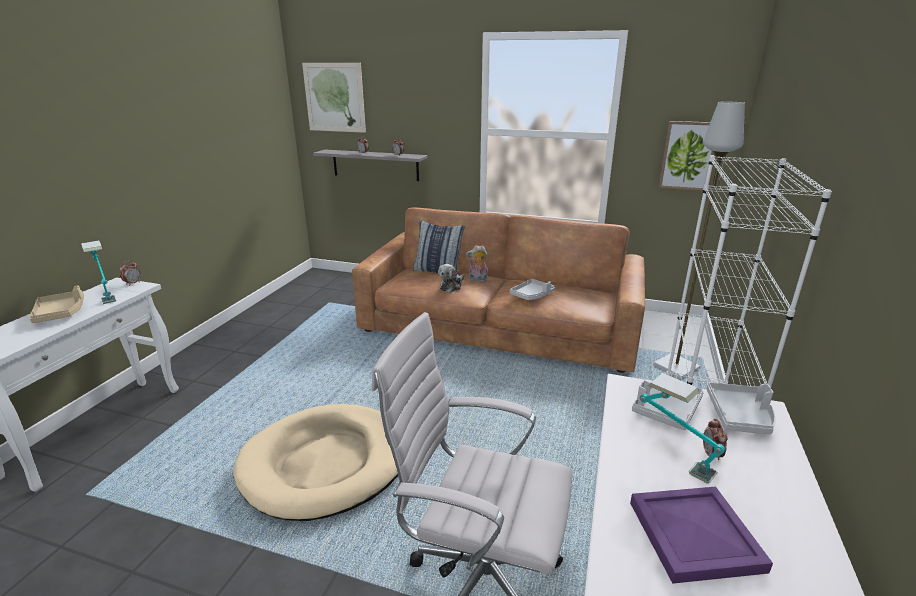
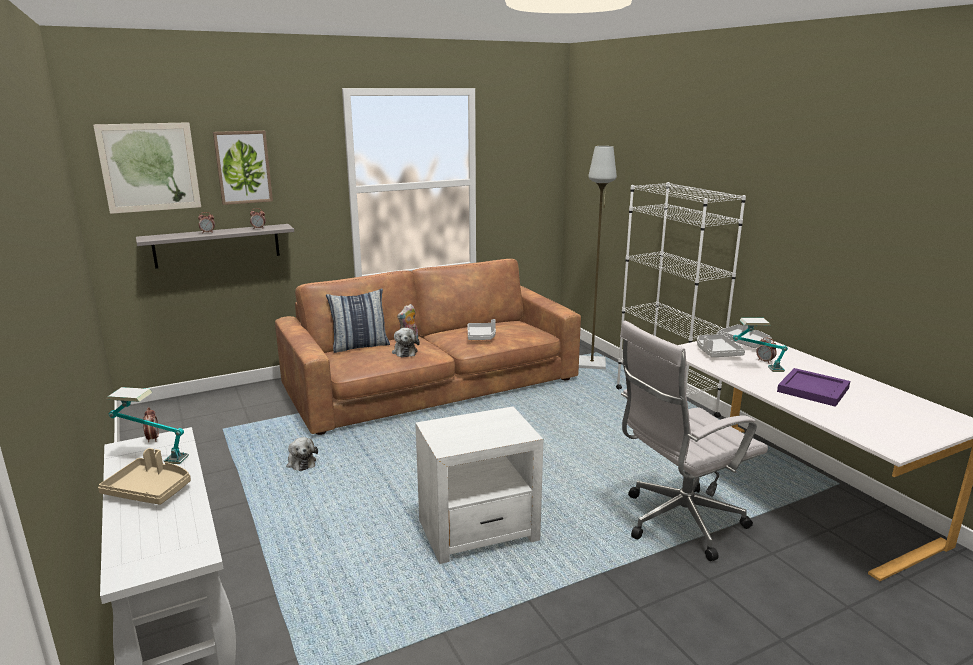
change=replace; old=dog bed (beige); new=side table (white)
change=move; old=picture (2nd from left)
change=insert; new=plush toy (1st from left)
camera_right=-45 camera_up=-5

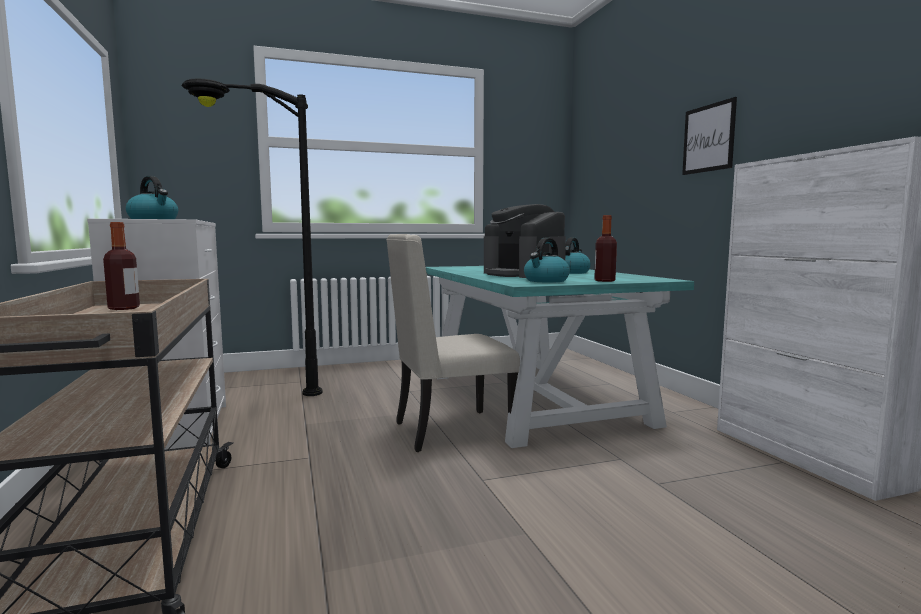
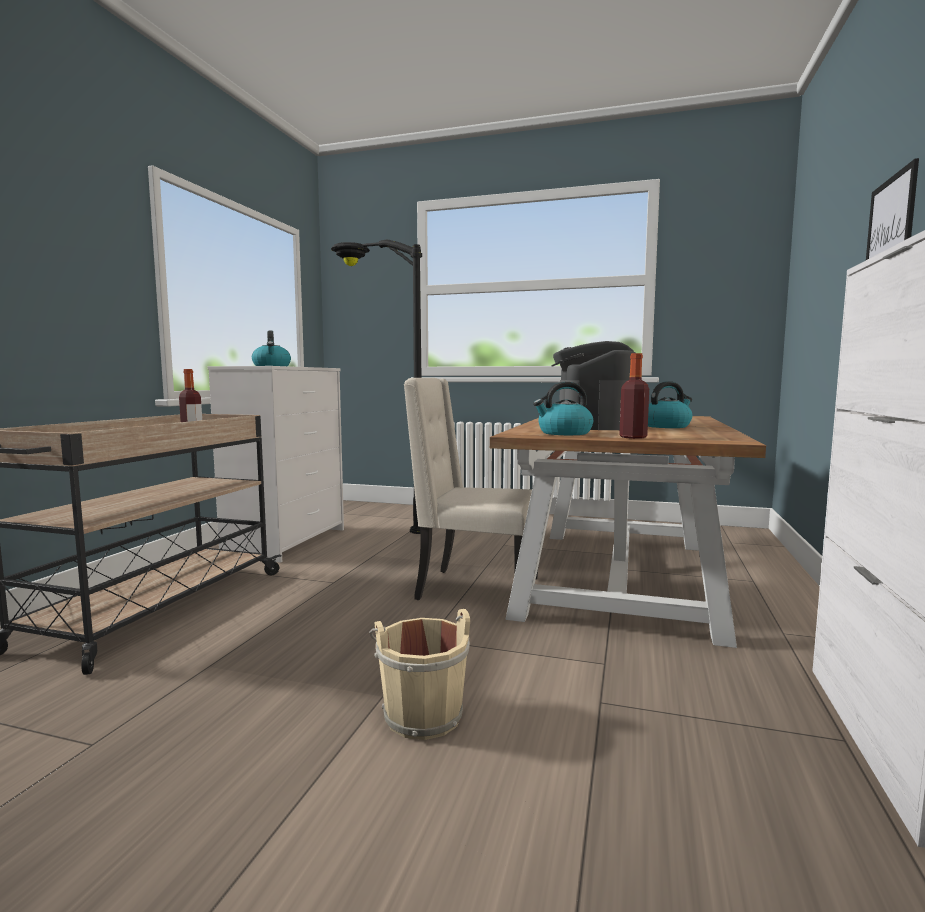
change=recolor; old=dining table (turquoise); new=dining table (brown)
change=insert; new=bucket (beige)
camera_right=35 camera_up=0

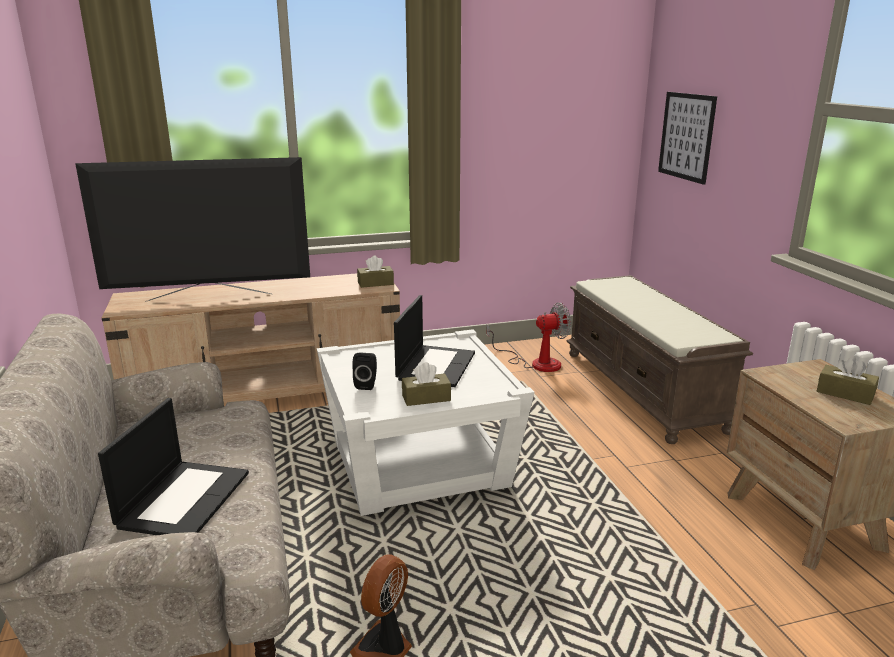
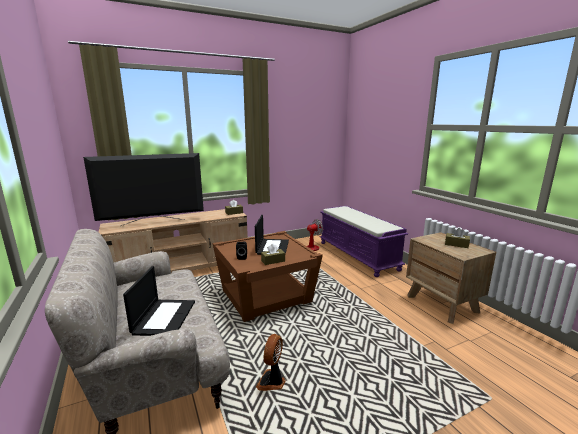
change=recolor; old=side table (white); new=side table (brown)
change=recolor; old=bench (brown); new=bench (purple)
change=delete; old=picture
camera_right=-10 camera_up=-5

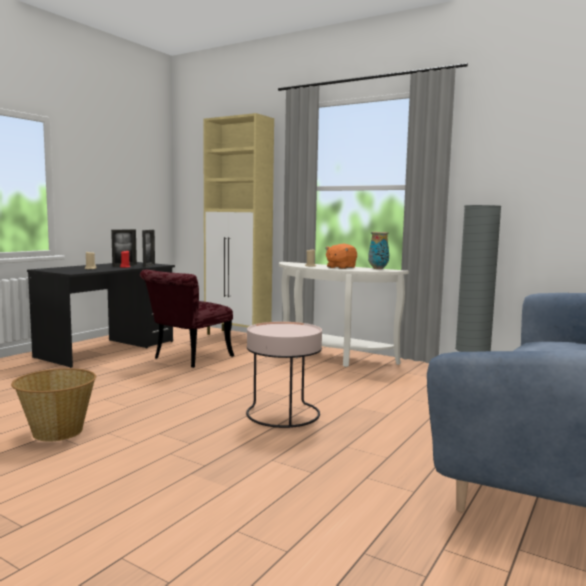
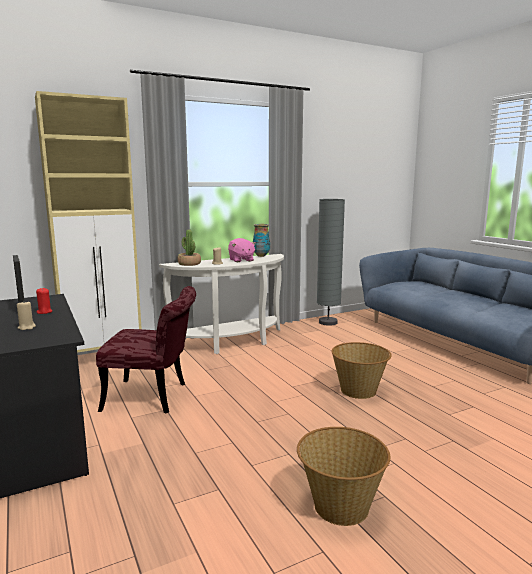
change=rotate; old=chair (red); degrees=-60
change=delete; old=picture frame (2nd from left)
change=replace; old=side table (pink); new=basket (2nd from left)
change=recolor; old=plush toy (orange); new=plush toy (pink)
change=insert; new=potted plant
camera_right=-60 camera_up=5

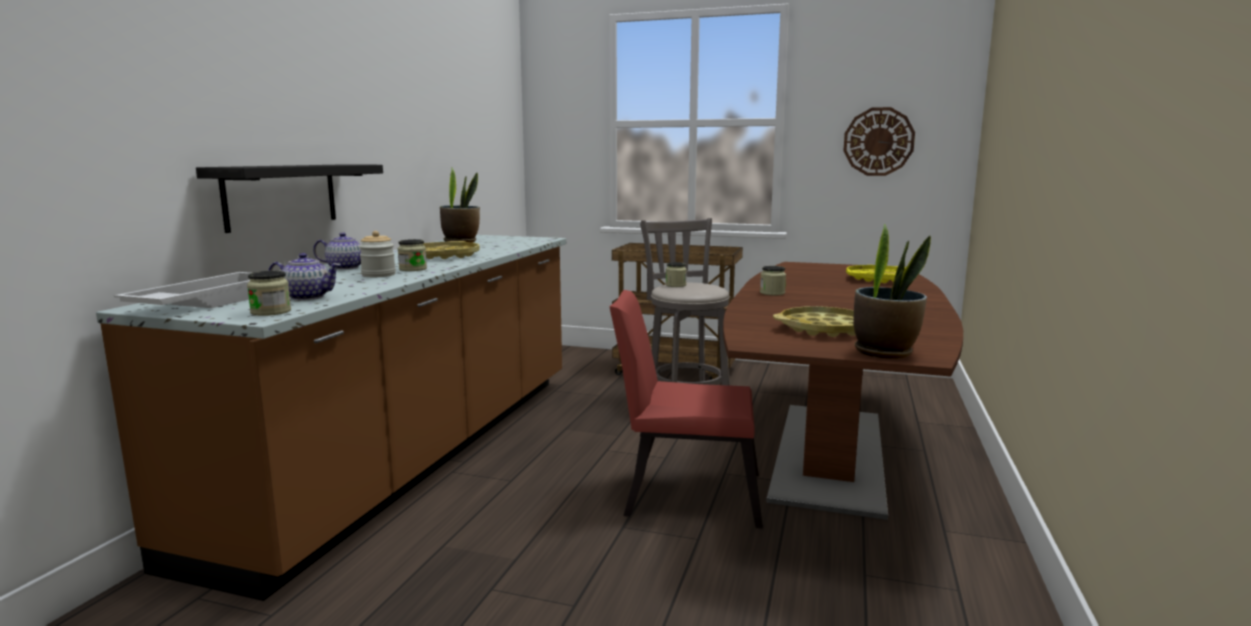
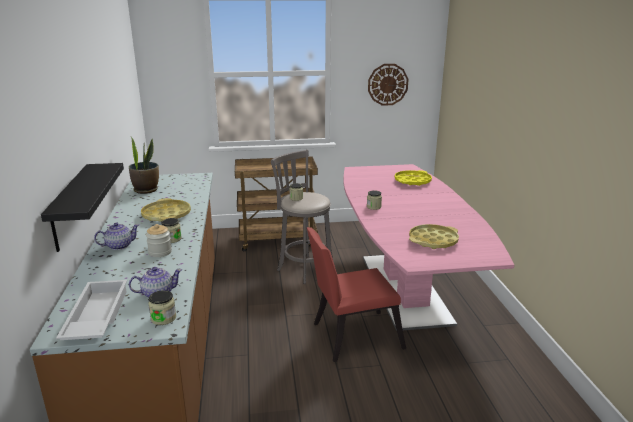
change=recolor; old=dining table (brown); new=dining table (pink)
change=delete; old=potted plant (2nd from left)
camera_right=-25 camera_up=10

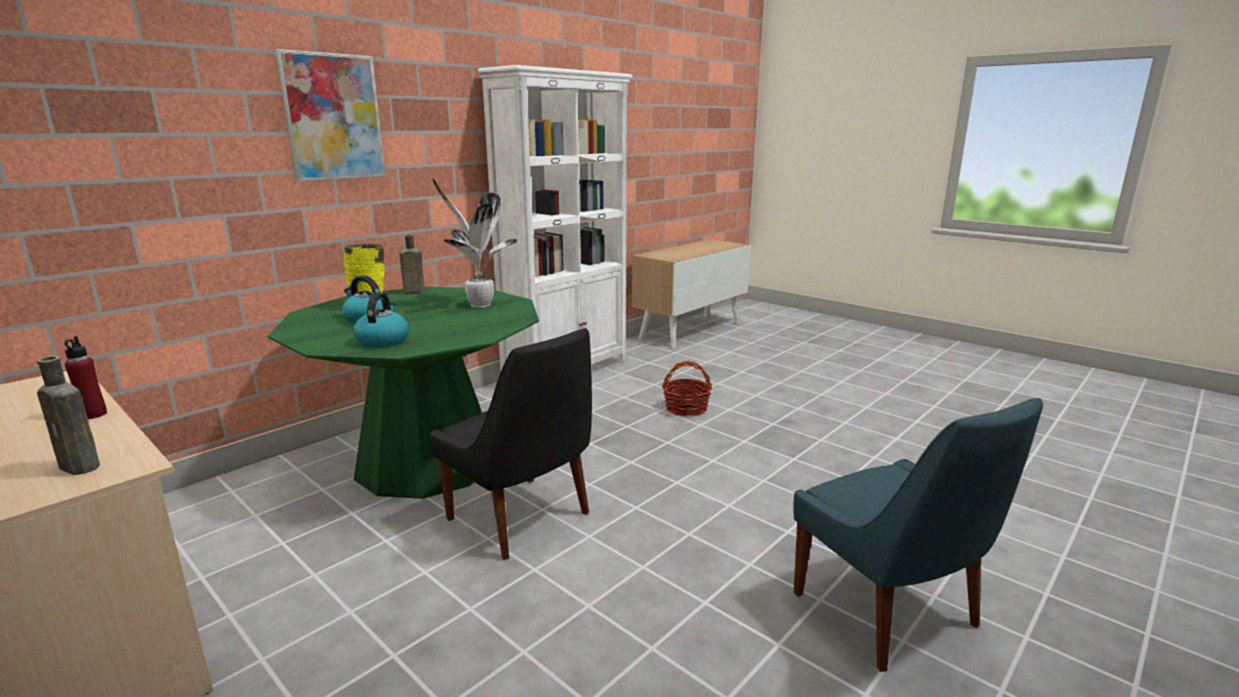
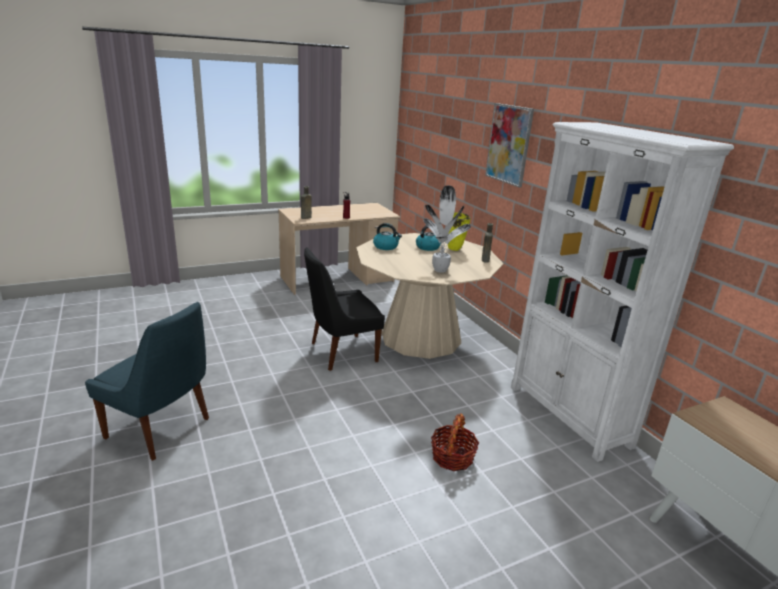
change=recolor; old=dining table (green); new=dining table (beige)
change=rotate; old=chair (blue); degrees=-150
camera_right=110 camera_up=5

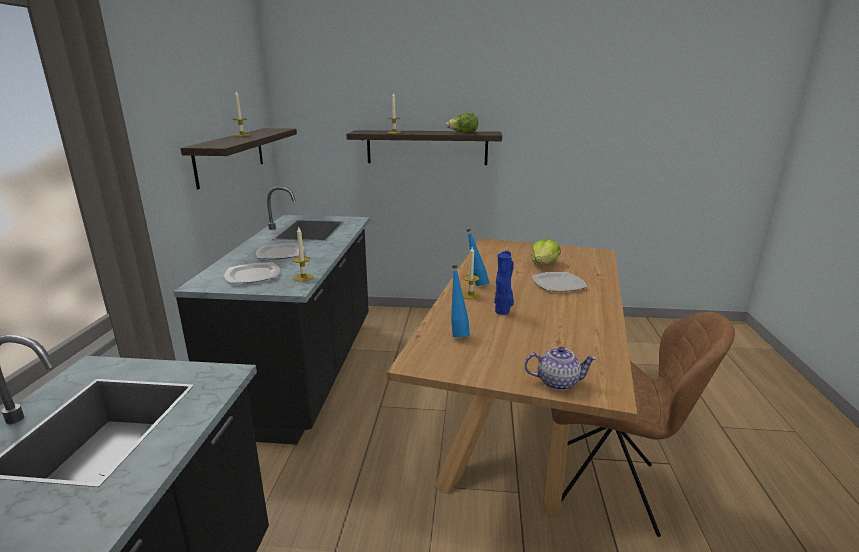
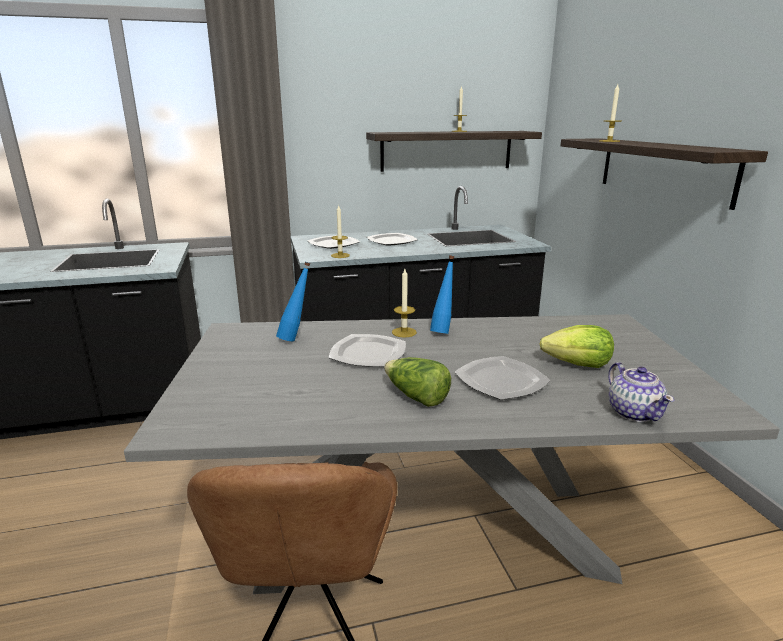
change=recolor; old=dining table (brown); new=dining table (grey)
change=move; old=lettuce (1st from left)
change=replace; old=vase (blue); new=plate (2nd from left)
change=move; old=teapot
camera_right=70 camera_up=0

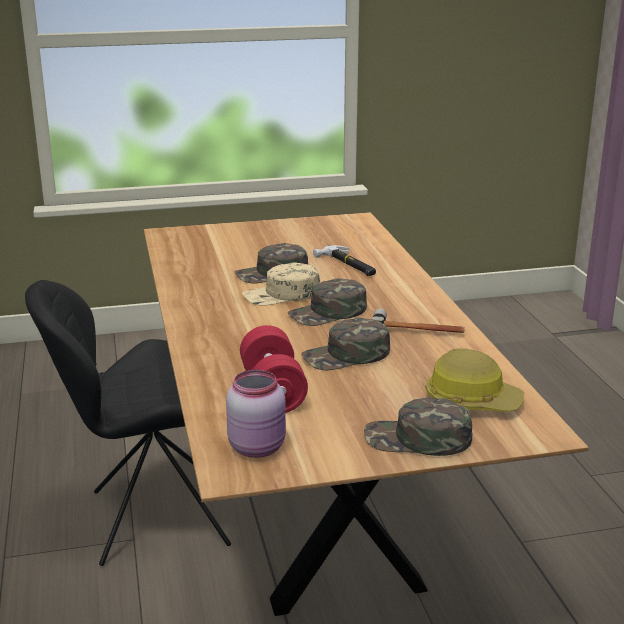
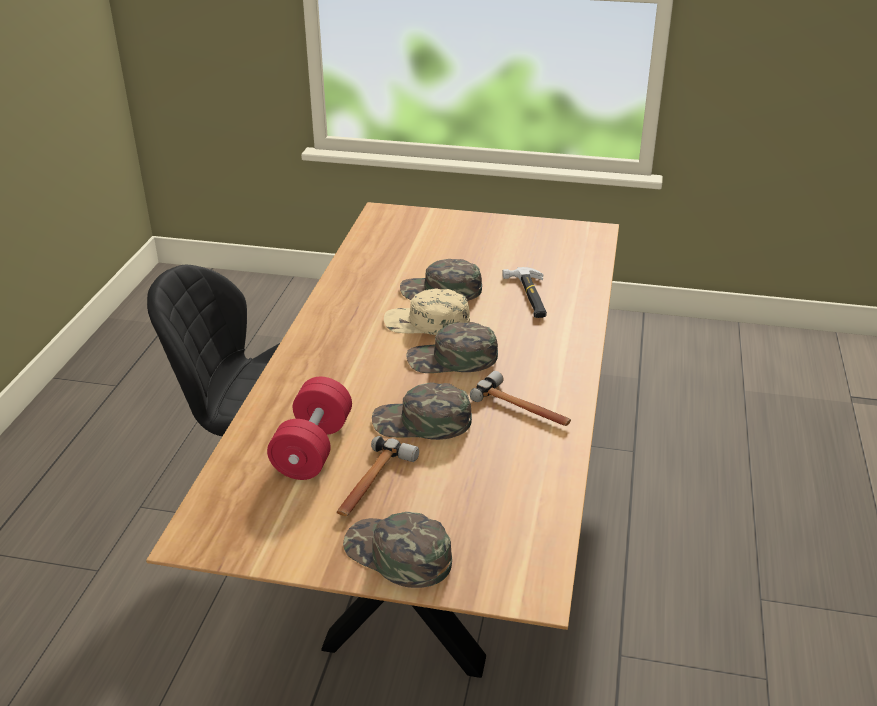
change=delete; old=jar (pink)
change=delete; old=hard hat
change=insert; new=hammer (1st from left)
camera_right=25 camera_up=10

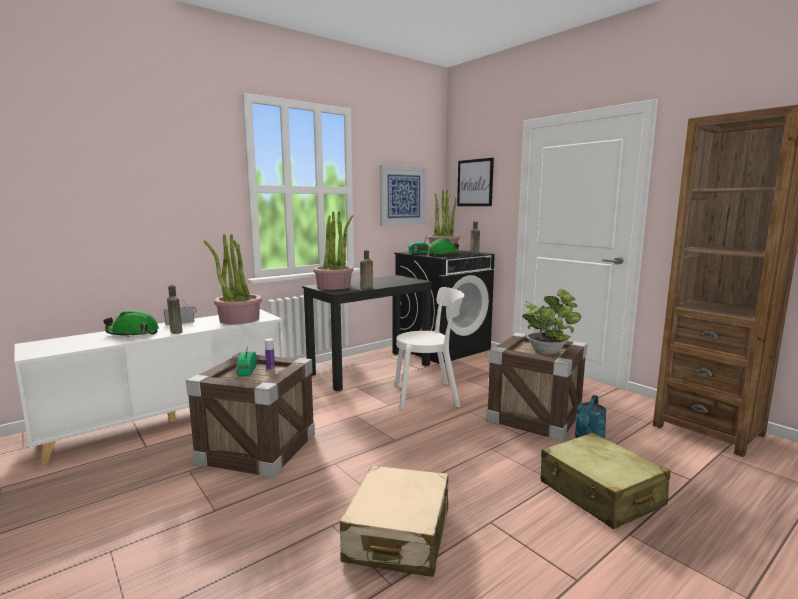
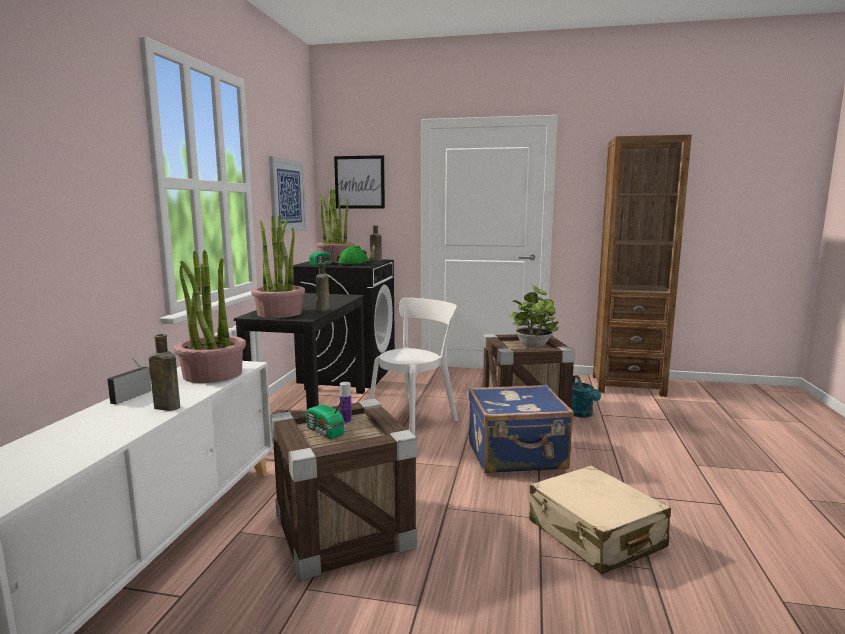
change=delete; old=hard hat (green) (1st from left)
change=delete; old=suitcase (beige) (2nd from left)
change=insert; new=suitcase (blue)
camera_right=-40 camera_up=0

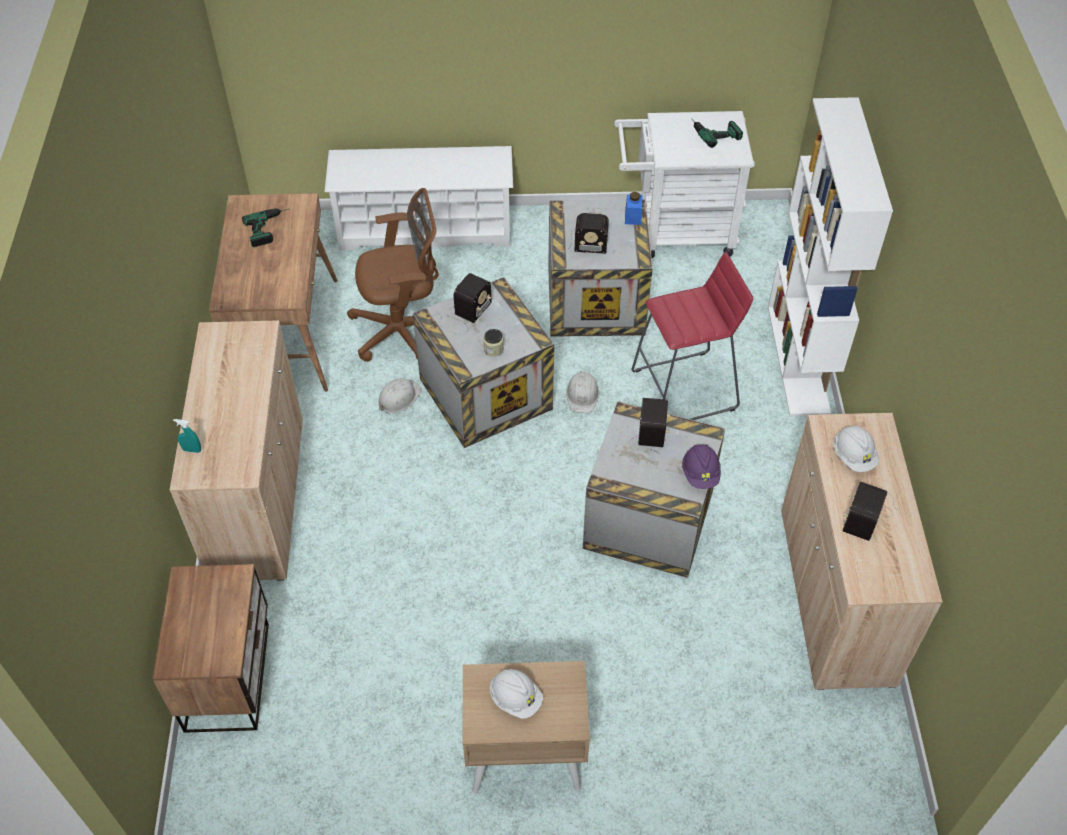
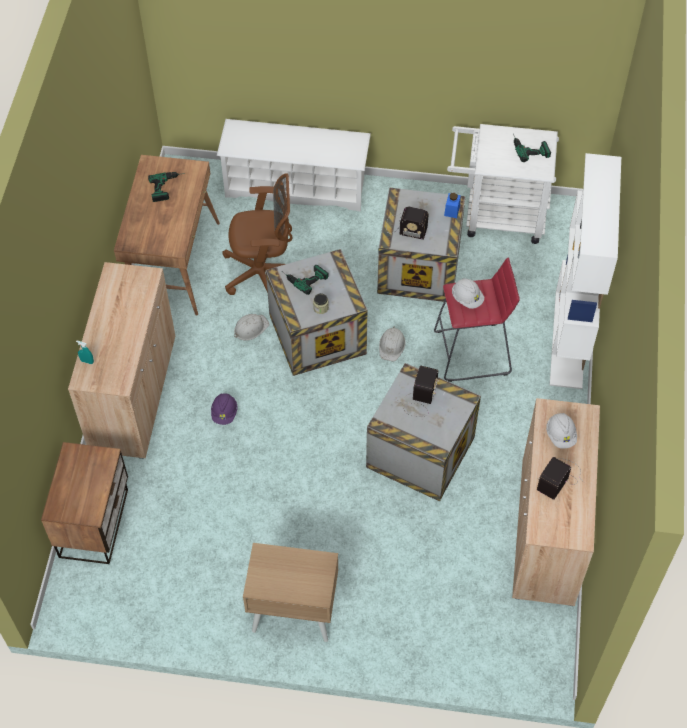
change=replace; old=radio (1st from left); new=power drill (2nd from left)
change=move; old=hard hat (white) (2nd from left in the first image); new=hard hat (white) (3rd from left)
change=move; old=hard hat (purple)
camera_right=10 camera_up=5

